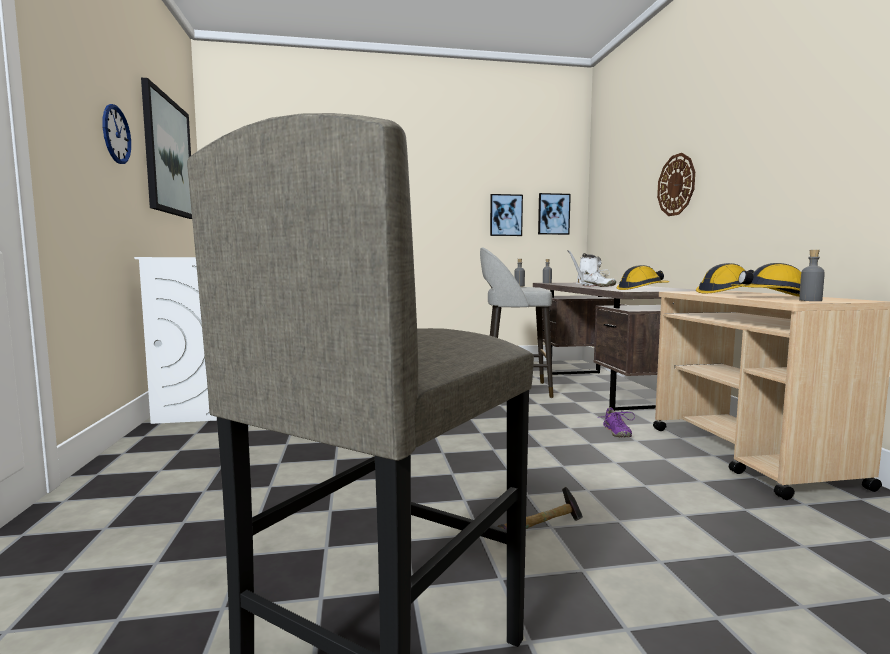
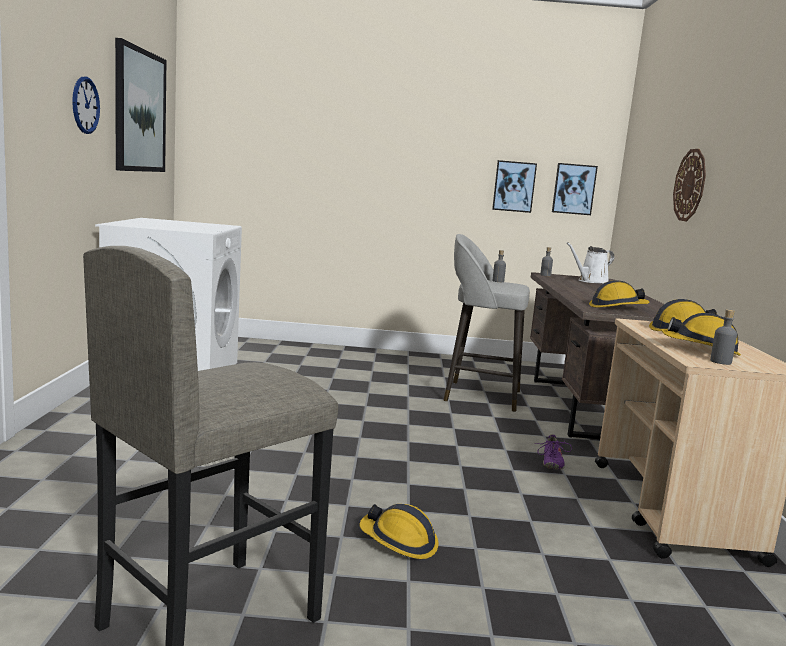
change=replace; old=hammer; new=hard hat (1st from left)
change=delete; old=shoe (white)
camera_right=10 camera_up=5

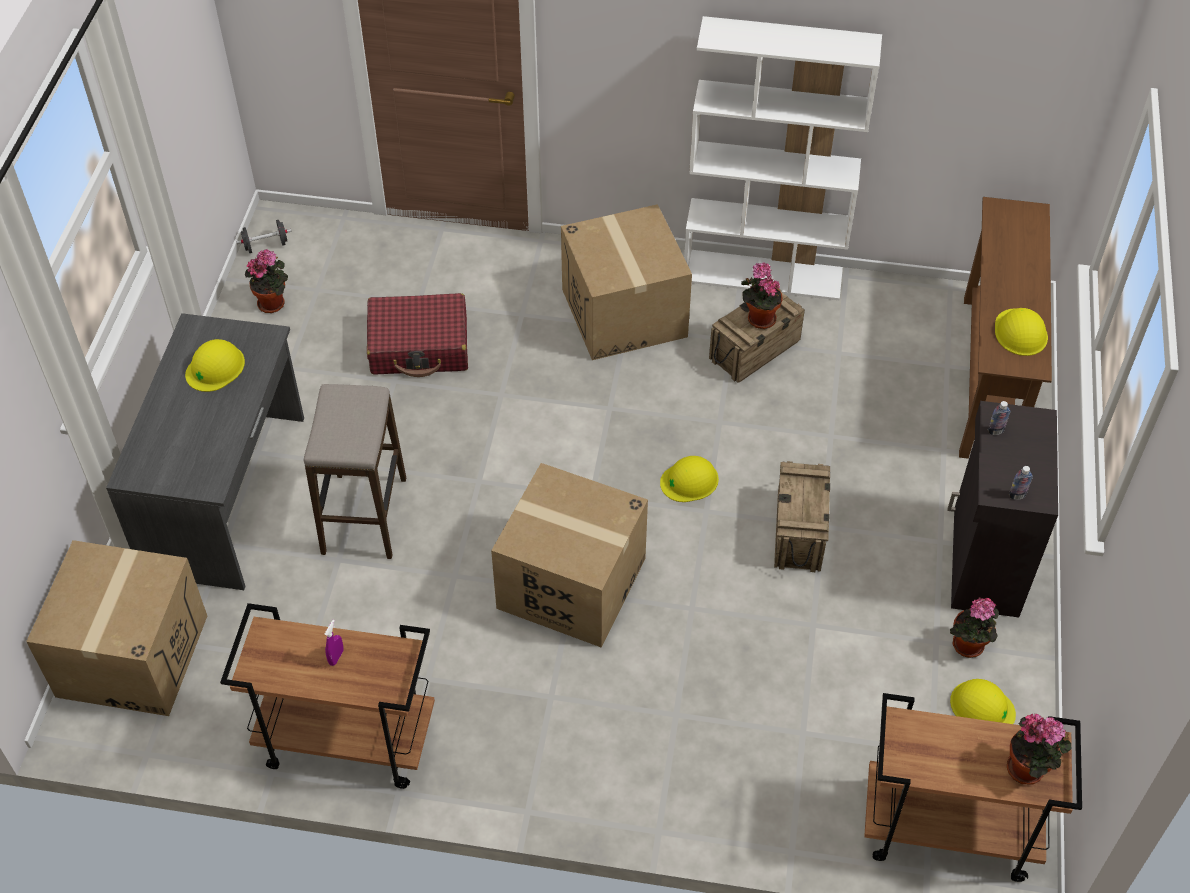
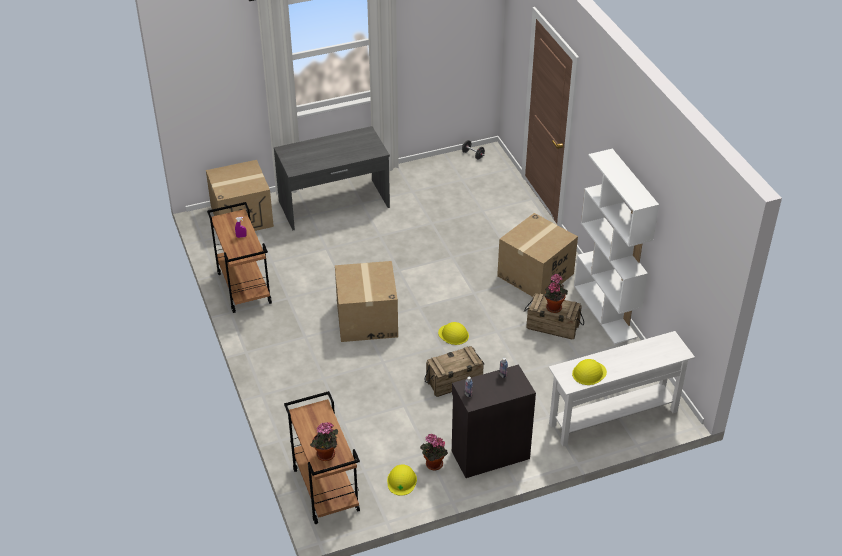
change=delete; old=hard hat (yellow) (1st from left)
change=delete; old=potted plant (1st from left)
change=delete; old=stool
change=delete; old=suitcase (red)
change=recolor; old=console table (brown); new=console table (white)
camera_right=60 camera_up=-10

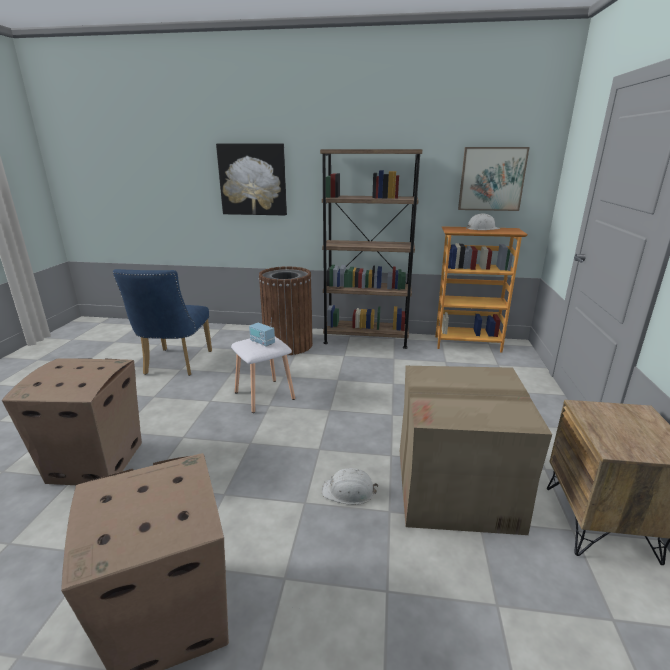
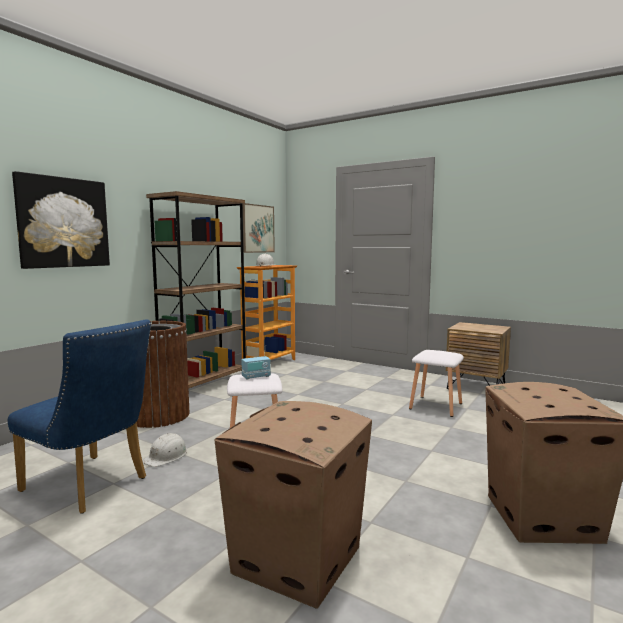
change=move; old=hard hat (white) (1st from left)
change=replace; old=cardboard box (3rd from left); new=stool (white) (2nd from left)
camera_right=-65 camera_up=-15

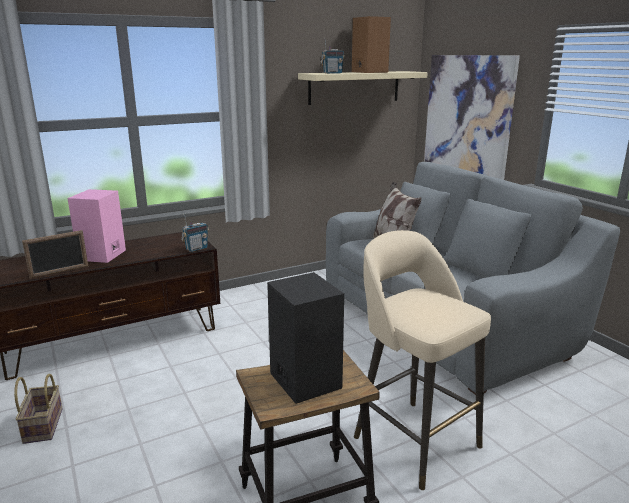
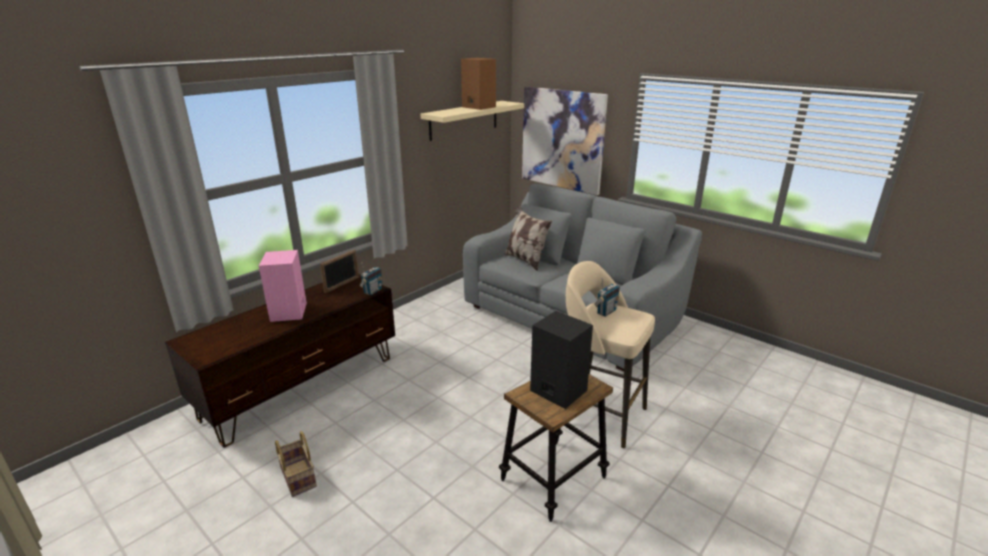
change=move; old=picture frame
change=move; old=radio (2nd from left)
camera_right=-20 camera_up=5

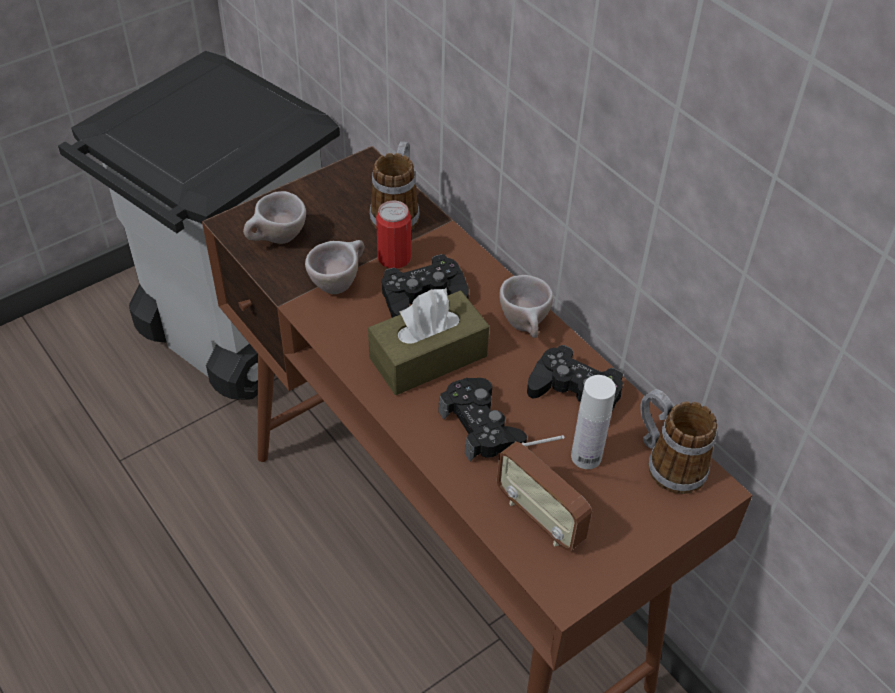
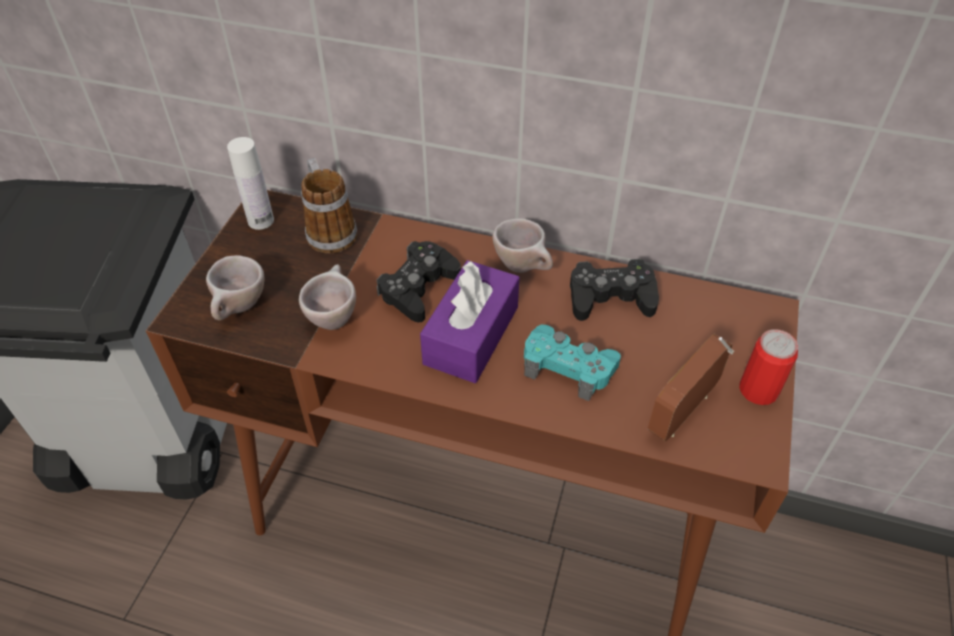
change=recolor; old=tissue box (brown); new=tissue box (purple)
change=move; old=can
change=recolor; old=game controller (black) (2nd from left); new=game controller (turquoise)
change=rotate; old=radio; degrees=120
change=move; old=bottle (white)
change=delete; old=mug (2nd from left)
camera_right=-35 camera_up=0

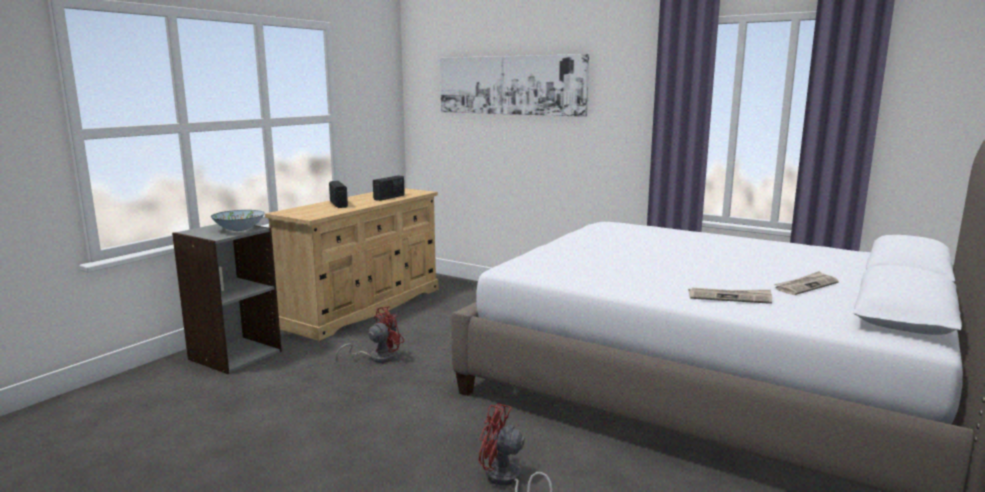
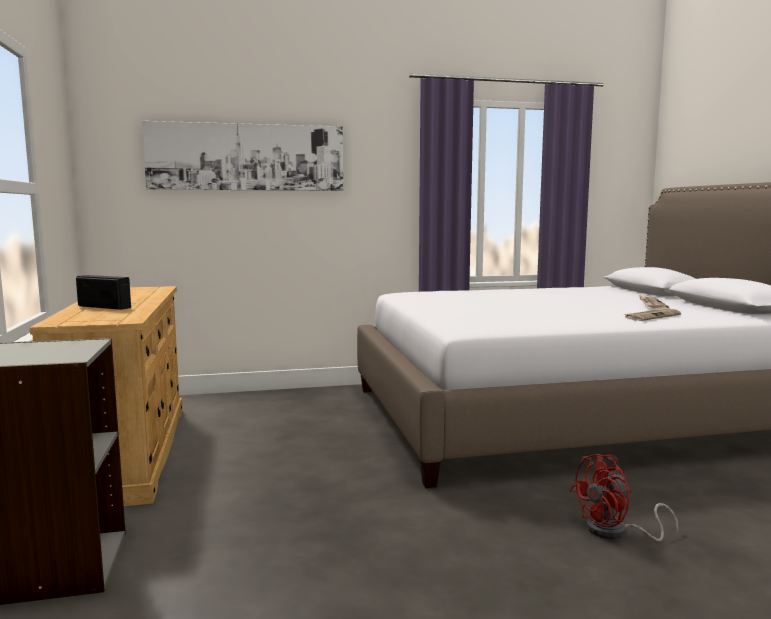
change=delete; old=bowl
change=delete; old=fan (red) (1st from left)
change=delete; old=radio (2nd from left)
camera_right=-45 camera_up=-5

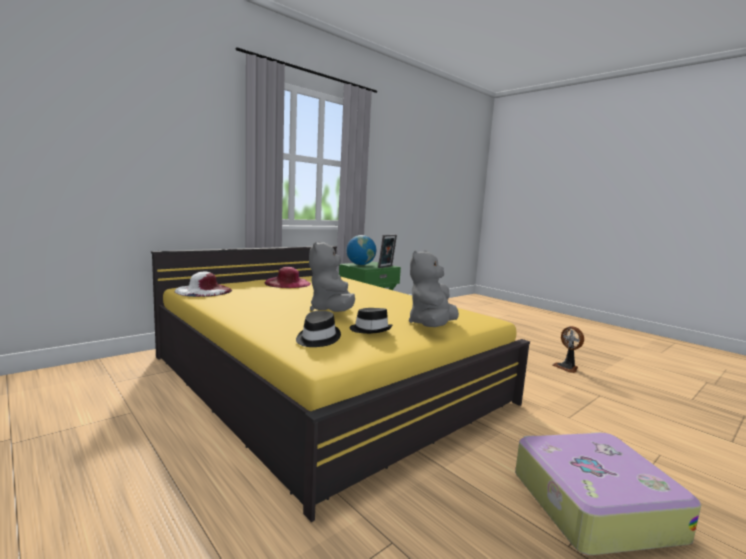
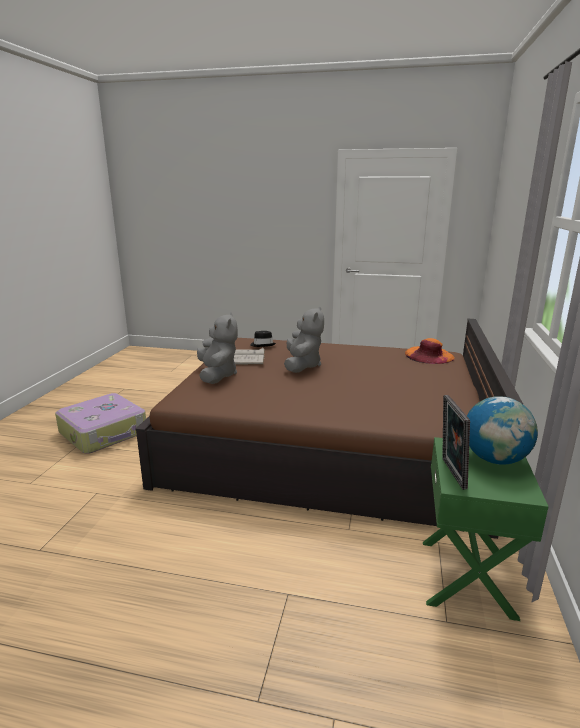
change=recolor; old=bed (yellow); new=bed (brown)
change=recolor; old=hat (white); new=hat (orange)
change=delete; old=hat (pink)
change=rotate; old=plush toy (grey) (1st from left in the first image); degrees=45
change=replace; old=hat (black) (2nd from left); new=book (white)
change=delete; old=fan
camera_right=145 camera_up=10

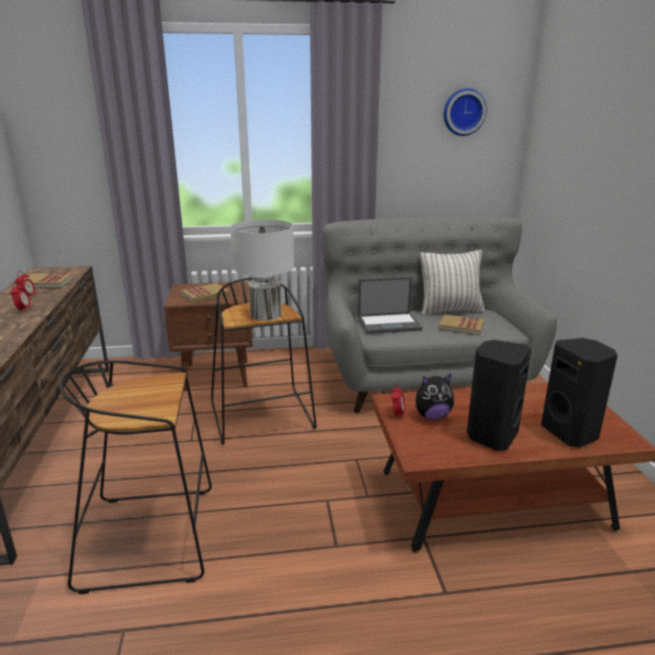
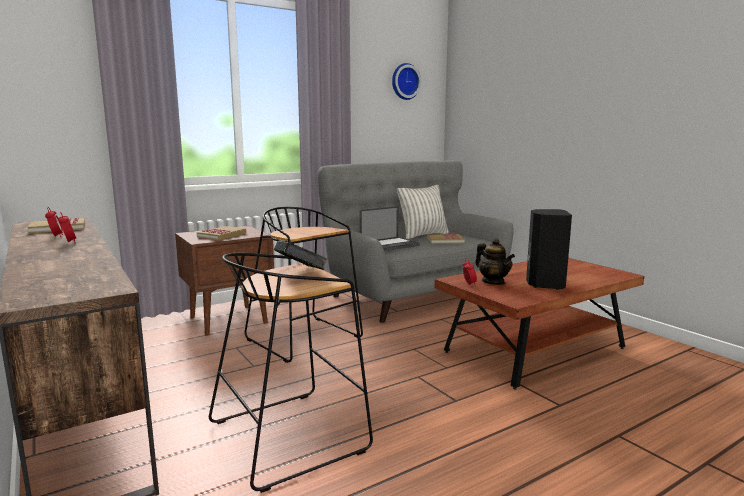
change=delete; old=table lamp (white)
change=replace; old=plush toy; new=teapot
change=delete; old=speaker (black) (2nd from left)
change=insert; new=book (3rd from left)
camera_right=-25 camera_up=-10

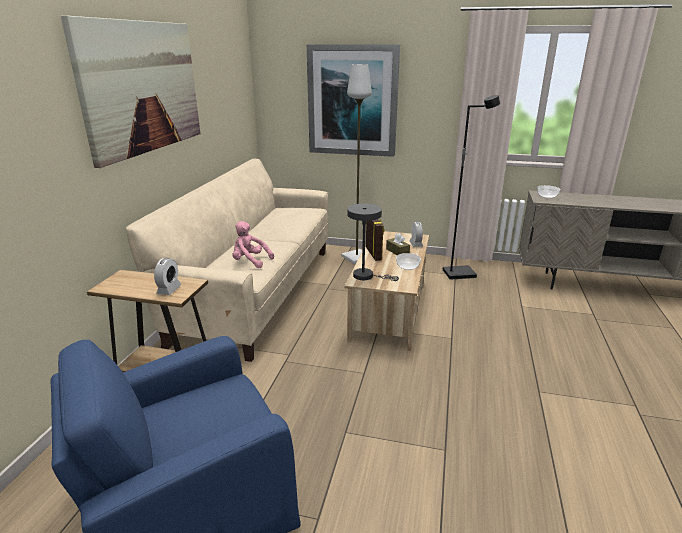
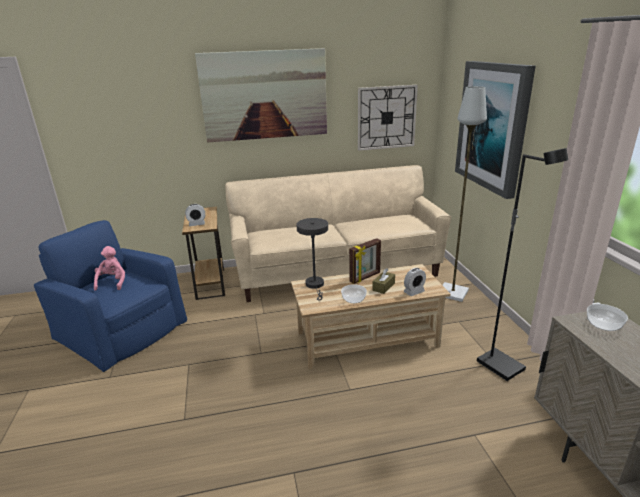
change=move; old=plush toy (pink)
change=insert; new=wall clock
camera_right=65 camera_up=0

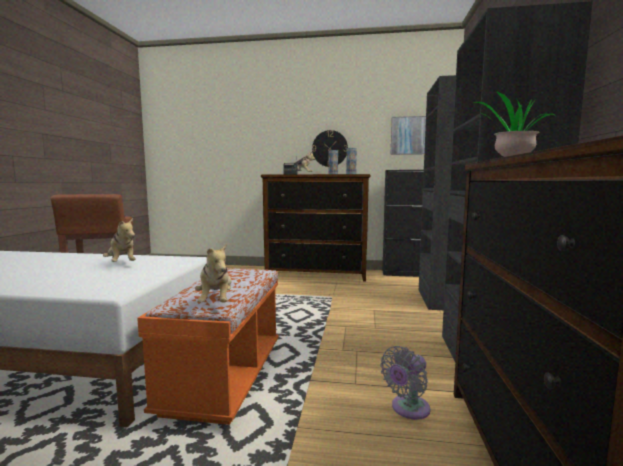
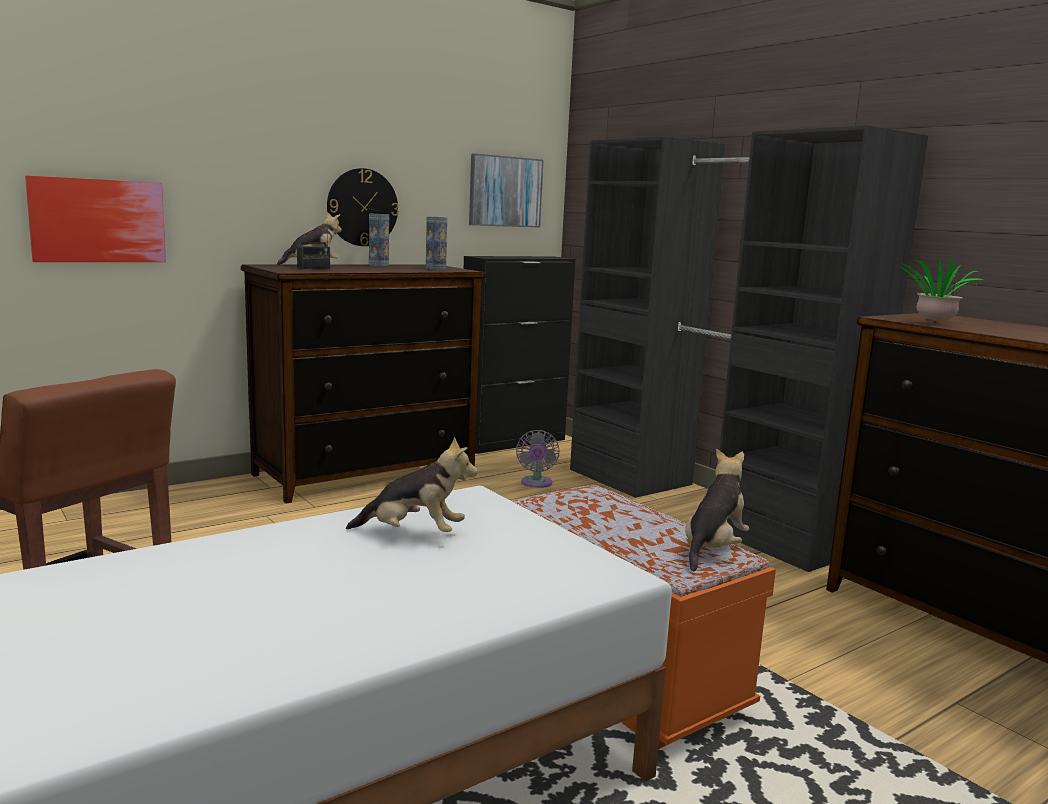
change=rotate; old=plush toy (2nd from left in the first image); degrees=-90
change=move; old=fan (grey)
change=insert; new=picture (1st from left)
camera_right=-45 camera_up=5

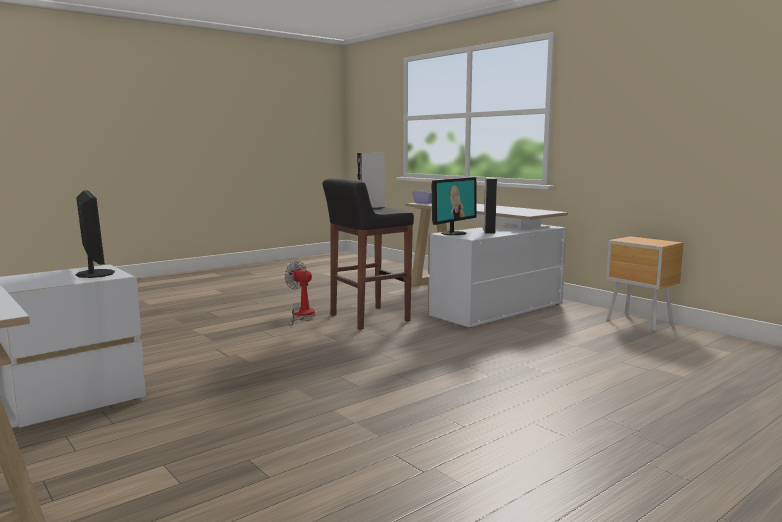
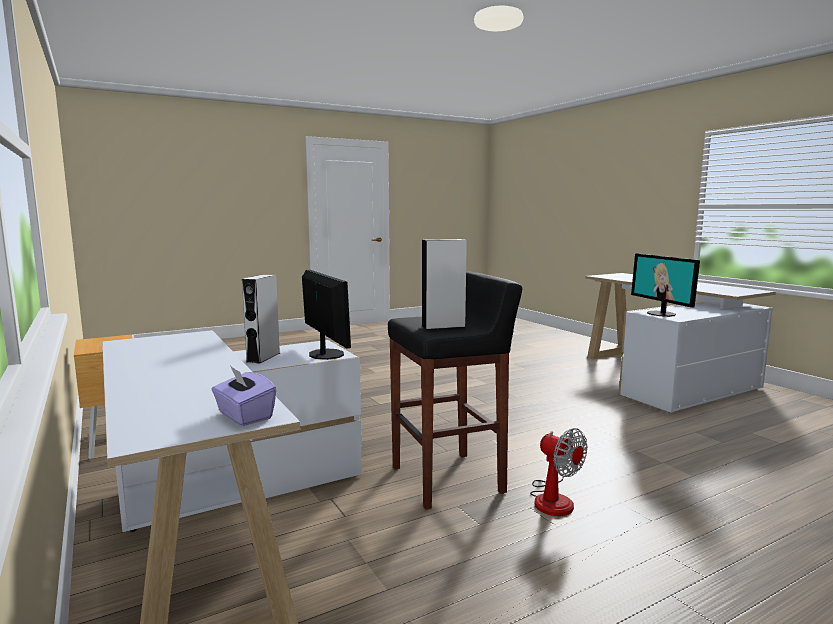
change=rotate; old=monitor (2nd from left in the first image); degrees=105
camera_right=-170 camera_up=0

